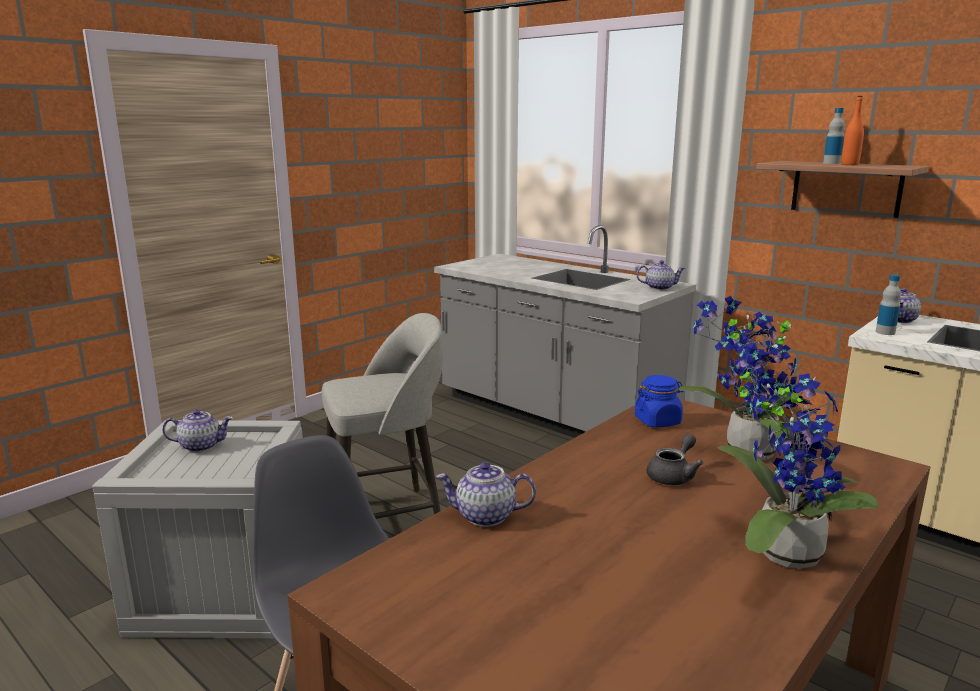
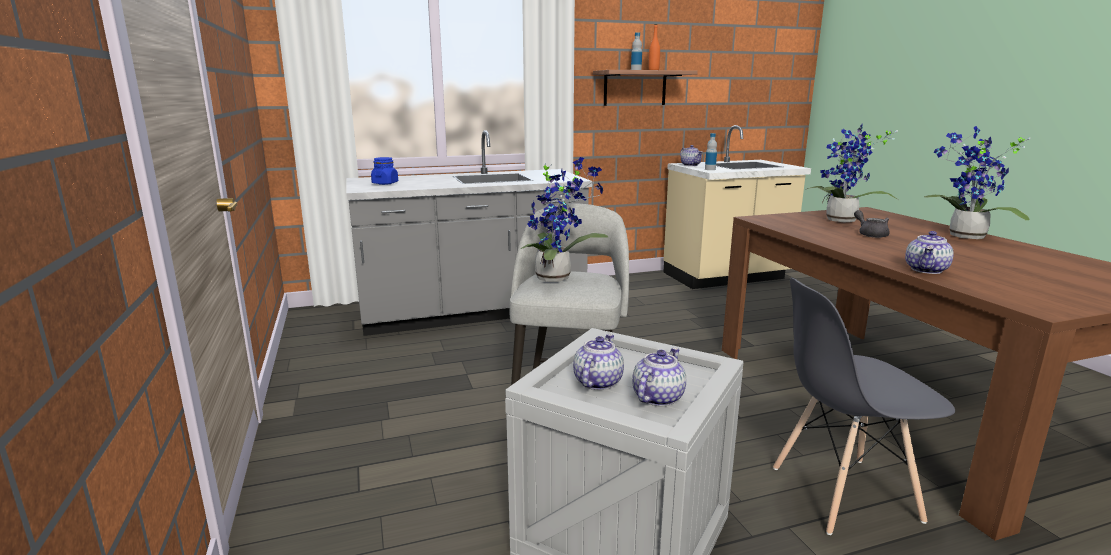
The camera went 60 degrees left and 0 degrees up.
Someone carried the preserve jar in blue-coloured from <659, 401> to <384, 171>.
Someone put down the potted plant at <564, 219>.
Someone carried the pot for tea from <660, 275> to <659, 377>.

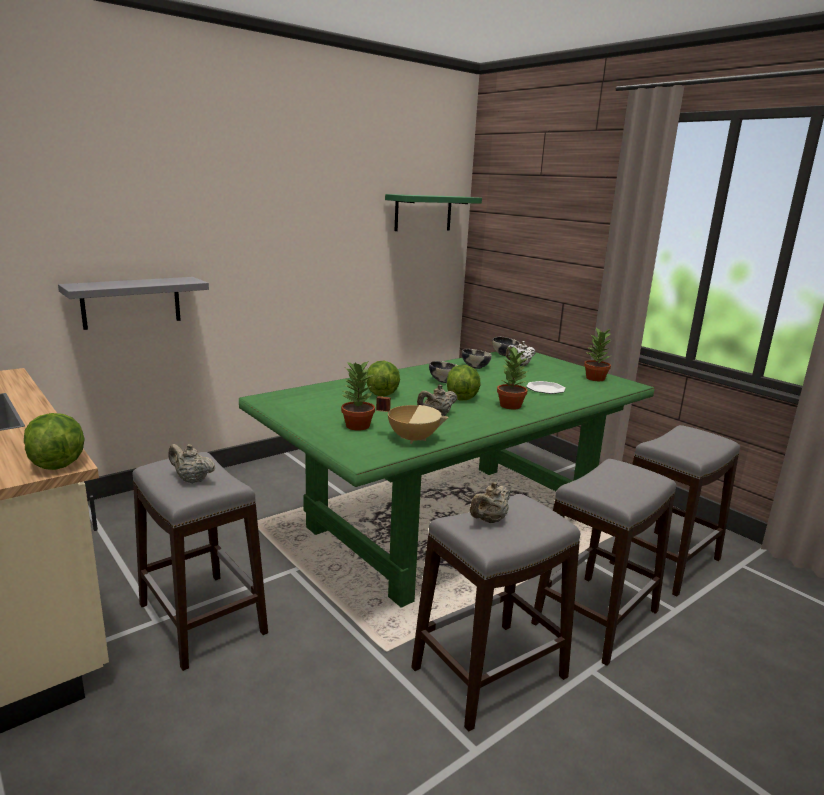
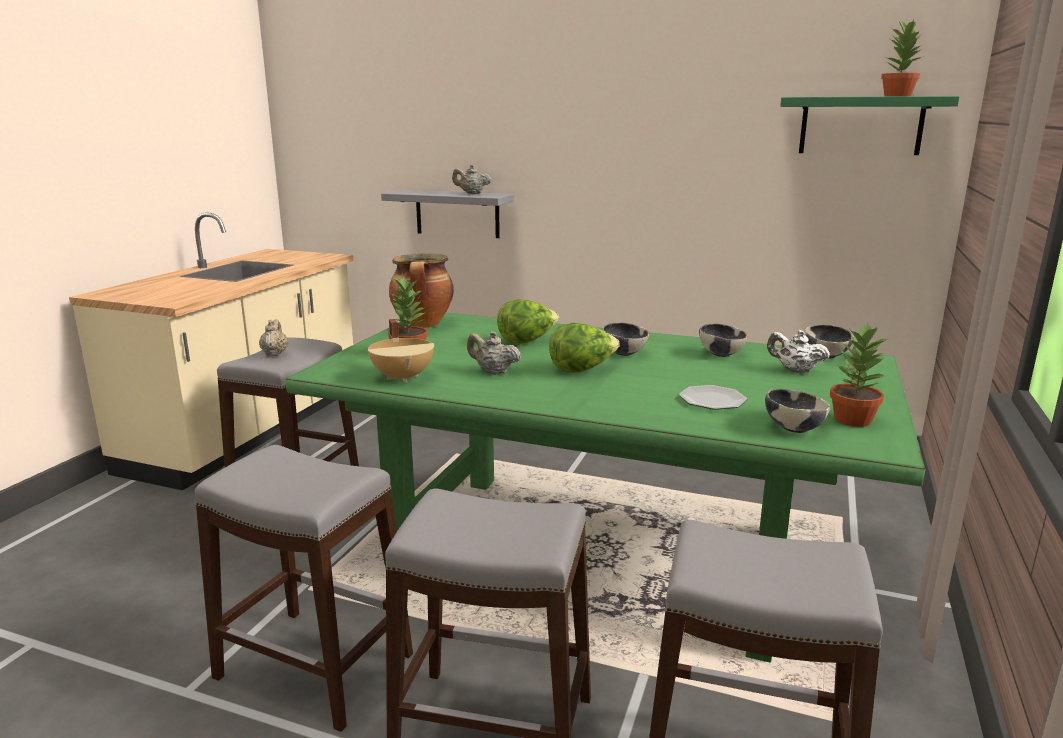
The camera went 60 degrees right and 0 degrees up.
Someone put down the saucepot at <421, 290>.
Someone carried the pot for tea in beige from <490, 502> to <471, 179>.
Someone put down the serving bowl at <797, 411>.
Someone carried the potted plant from <513, 377> to <903, 58>.
Someone took away the lettuce head at <54, 441>.

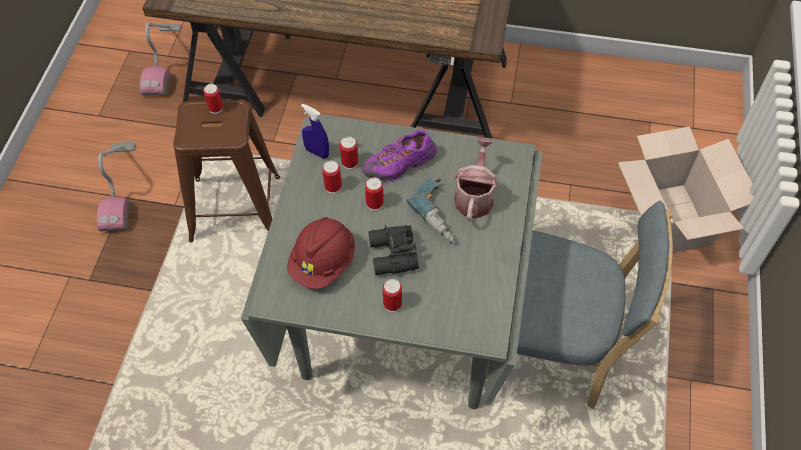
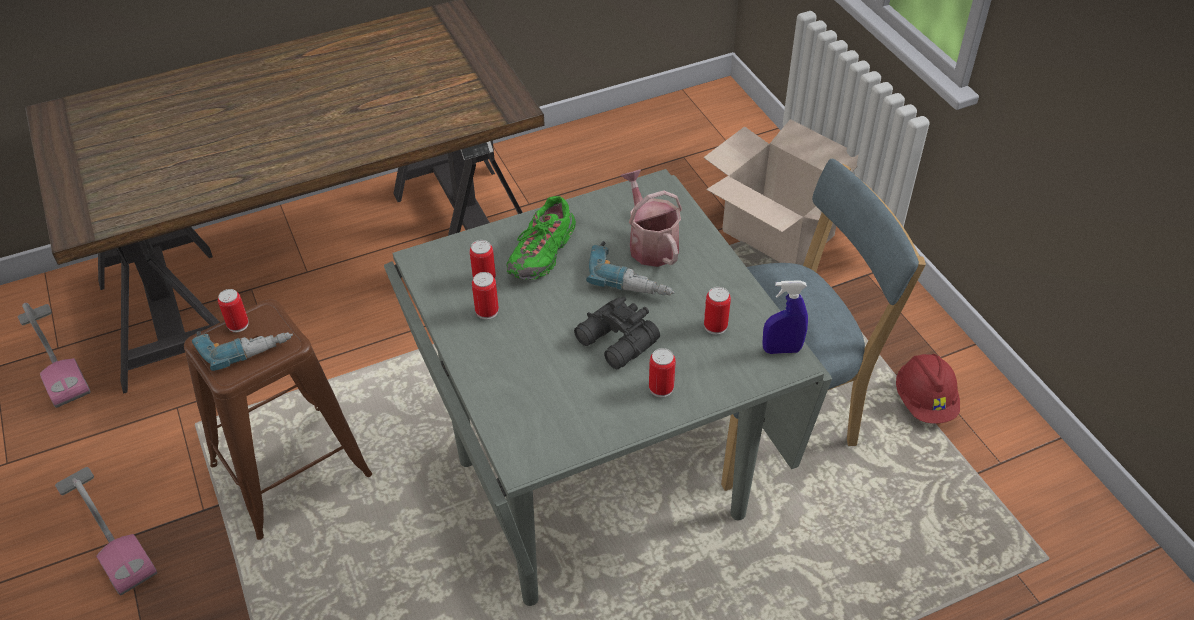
The camera went 35 degrees left and 10 degrees down.
Someone put down the electric drill at <242, 351>.
Someone repainted the low shoe in purple-coloured at <399, 155>, which became the low shoe in green-coloured at <541, 238>.
Someone carried the sealed can from <374, 193> to <717, 311>.
Someone carried the hand sprayer in blue-coloured from <315, 131> to <785, 317>.
Someone carried the work helmet in red from <321, 253> to <928, 389>.

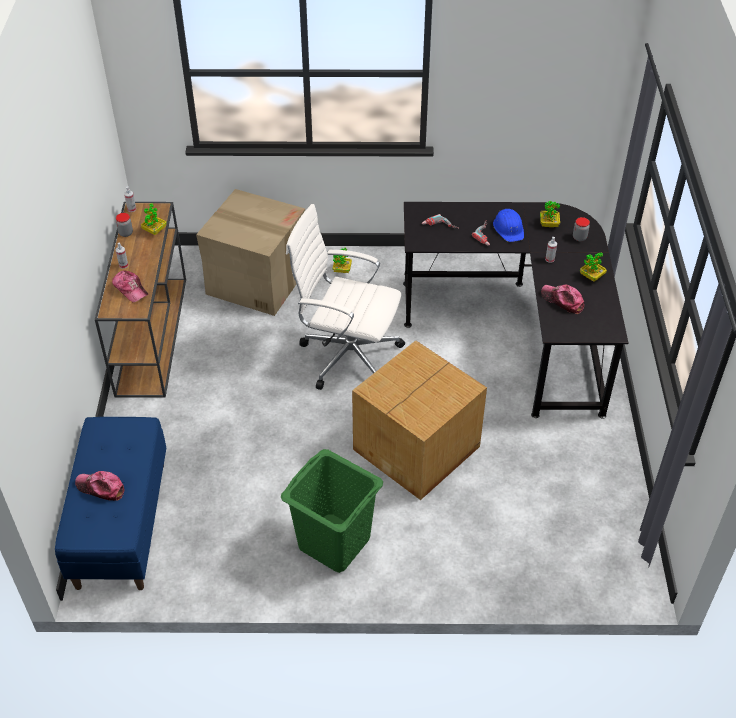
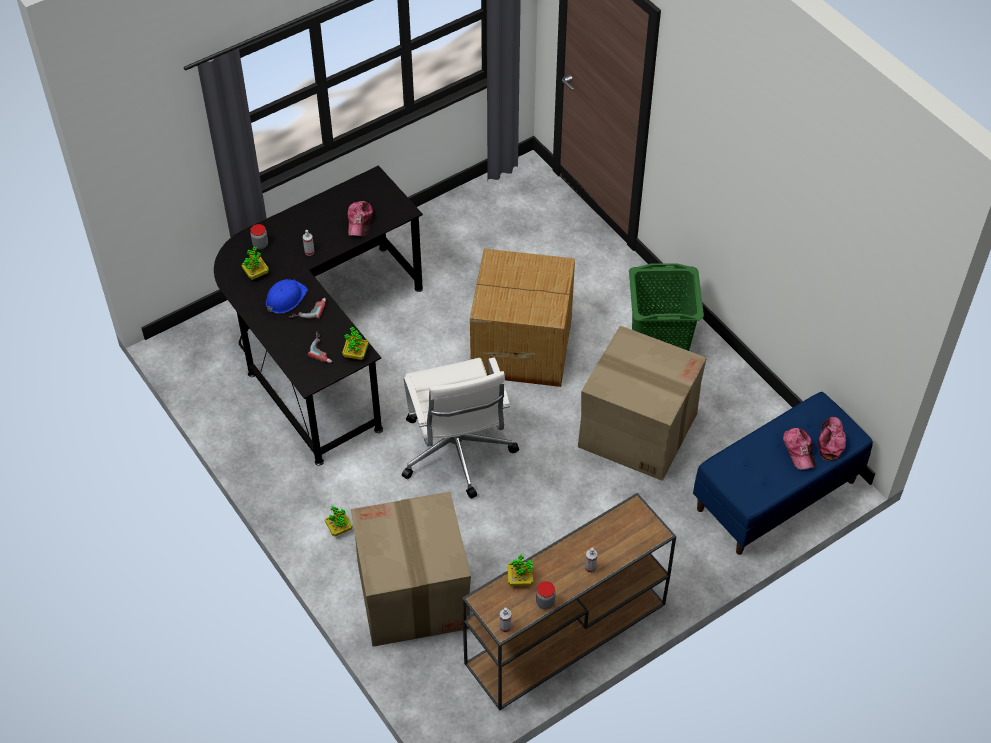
The camera went 125 degrees left and 5 degrees up.
Someone carried the potted plant from <593, 267> to <355, 343>.
Someone put down the packing box at <642, 403>.
Someone carried the baseball cap from <130, 286> to <832, 439>.

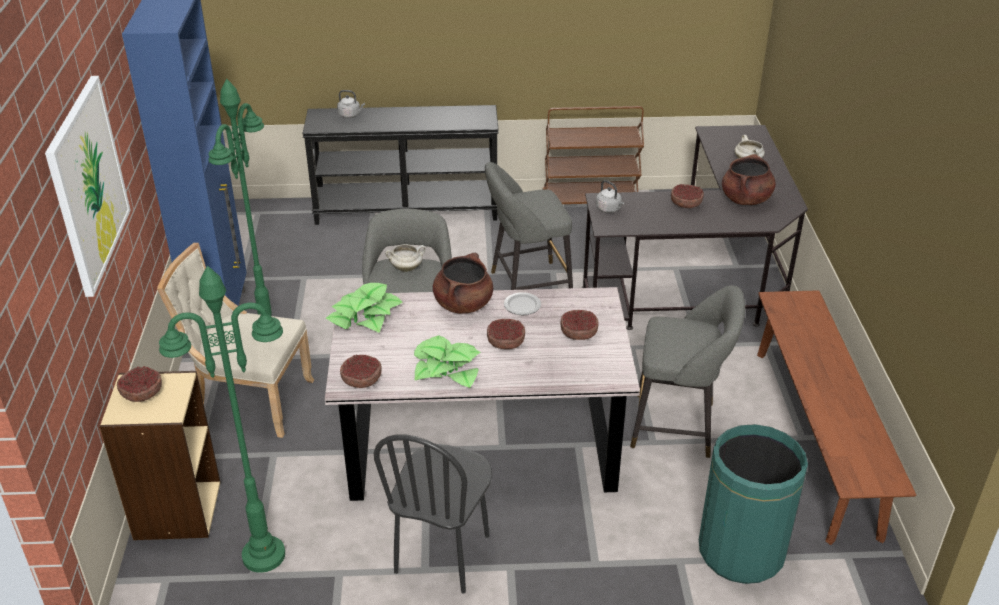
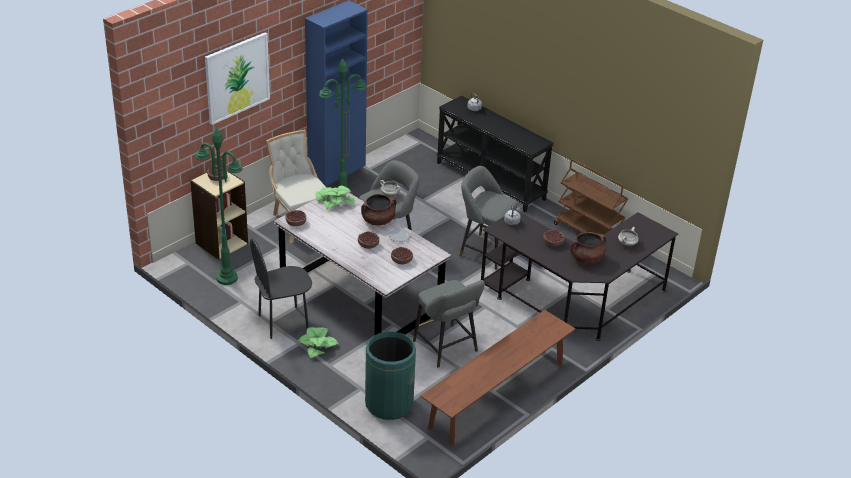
The camera went 45 degrees right and 0 degrees up.
Someone carried the potted plant from <447, 361> to <318, 342>.

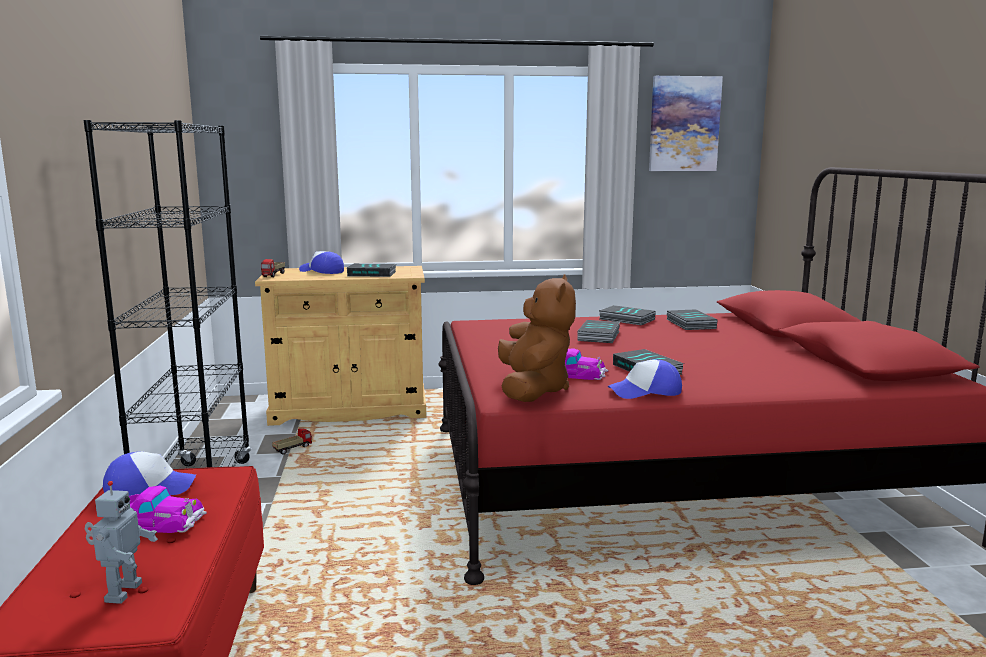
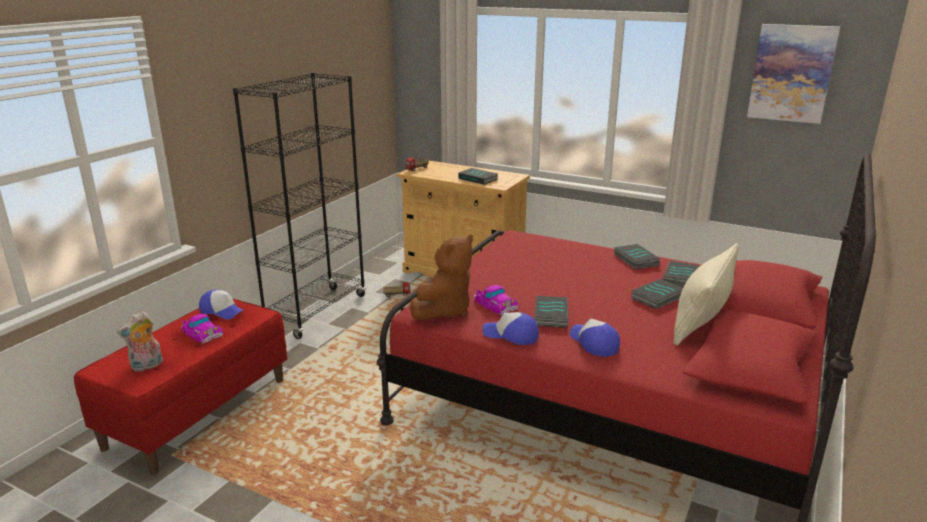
The camera went 35 degrees right and 10 degrees up.
Someone swapped the robot figure at <121, 542> for the cuddly toy at <140, 341>.
Someone carried the baseball cap from <321, 262> to <595, 337>.
Someone carried the bound book from <598, 331> to <657, 294>.
Someone put down the throw pillow in beige at <706, 294>.

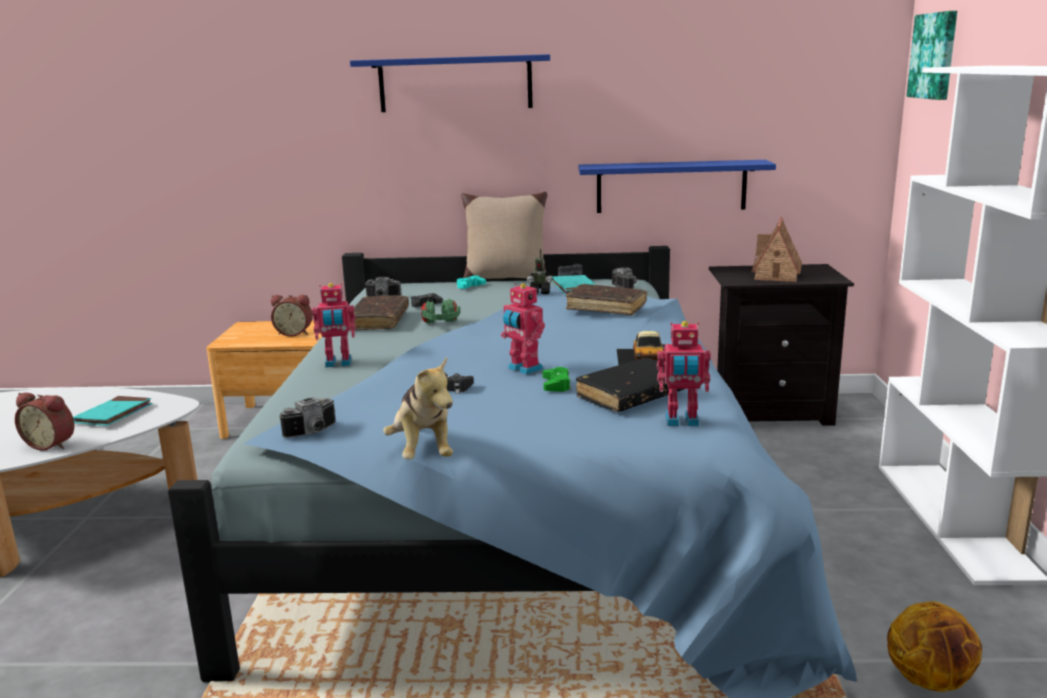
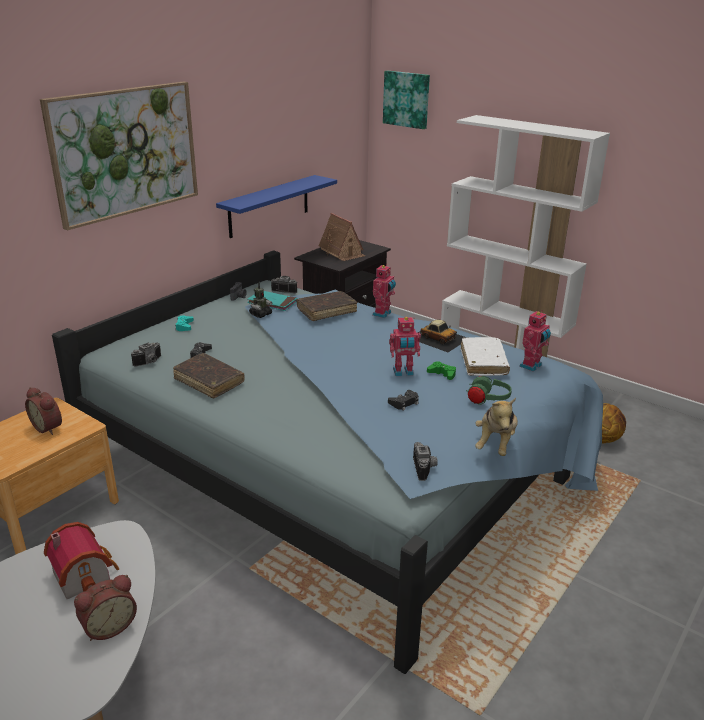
The camera went 55 degrees left and 10 degrees up.
Someone rotated the alarm clock at <292, 315> by 90 degrees clockwise.
Someone swapped the bracket shelf in blue-coloured at <450, 83> for the wall picture at <119, 156>.
Someone swapped the bound book in blue-green at <113, 411> for the toy house at <81, 560>.
Someone carried the robot figure from <334, 325> to <384, 291>.
Someone repainted the bound book in black at <630, 385>, which became the bound book in white-coloured at <485, 356>.
Someone carried the pair of headphones in green-coloured from <440, 311> to <489, 390>.
Someone rotated the cuddly toy at <418, 408> by 90 degrees clockwise.
Someone took away the throw pillow in beige at <504, 237>.

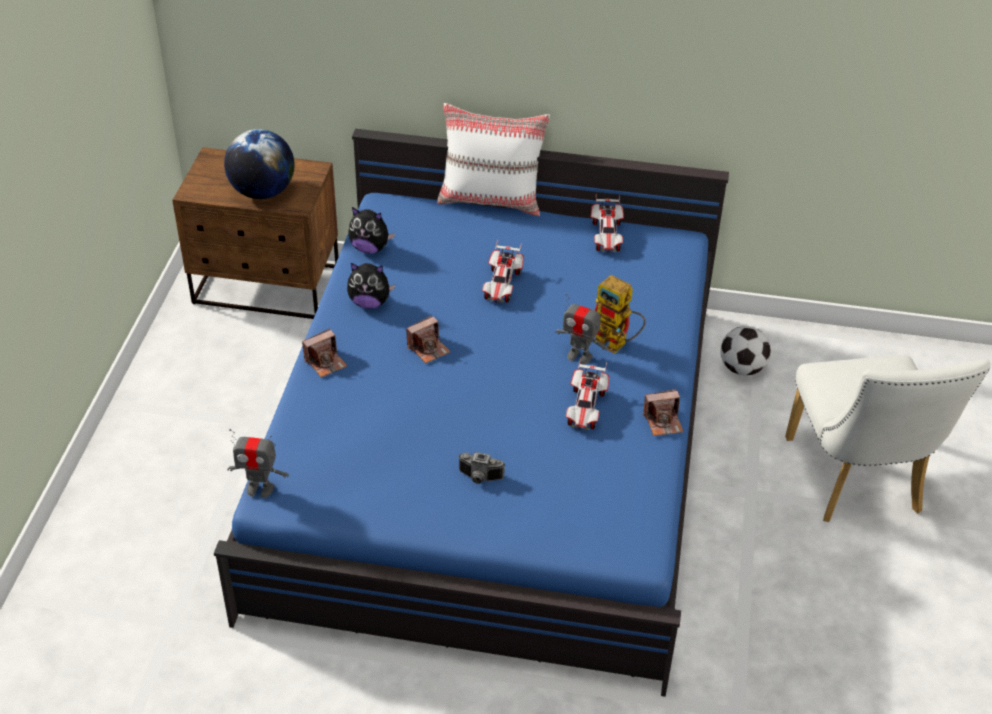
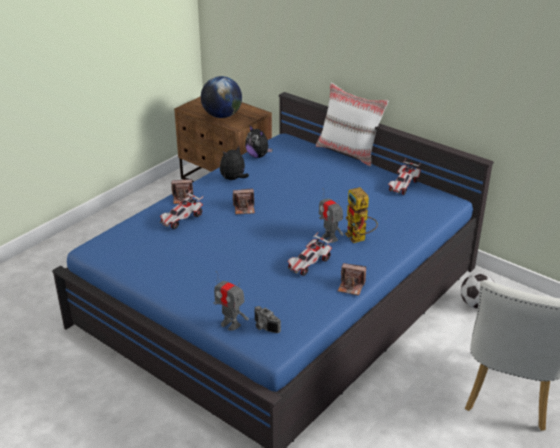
The camera went 30 degrees right and 10 degrees down.
Someone carried the model car from <503, 271> to <181, 209>.
Someone carried the robot figure from <258, 463> to <231, 301>.
Someone rotated the cuddly toy at <371, 286> by 105 degrees clockwise.
Someone carried the photo camera from <481, 468> to <268, 319>.

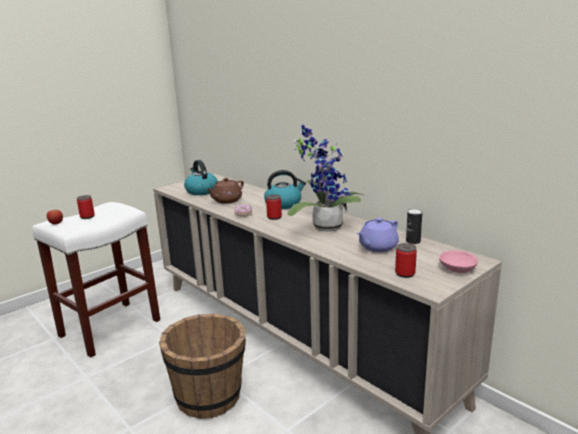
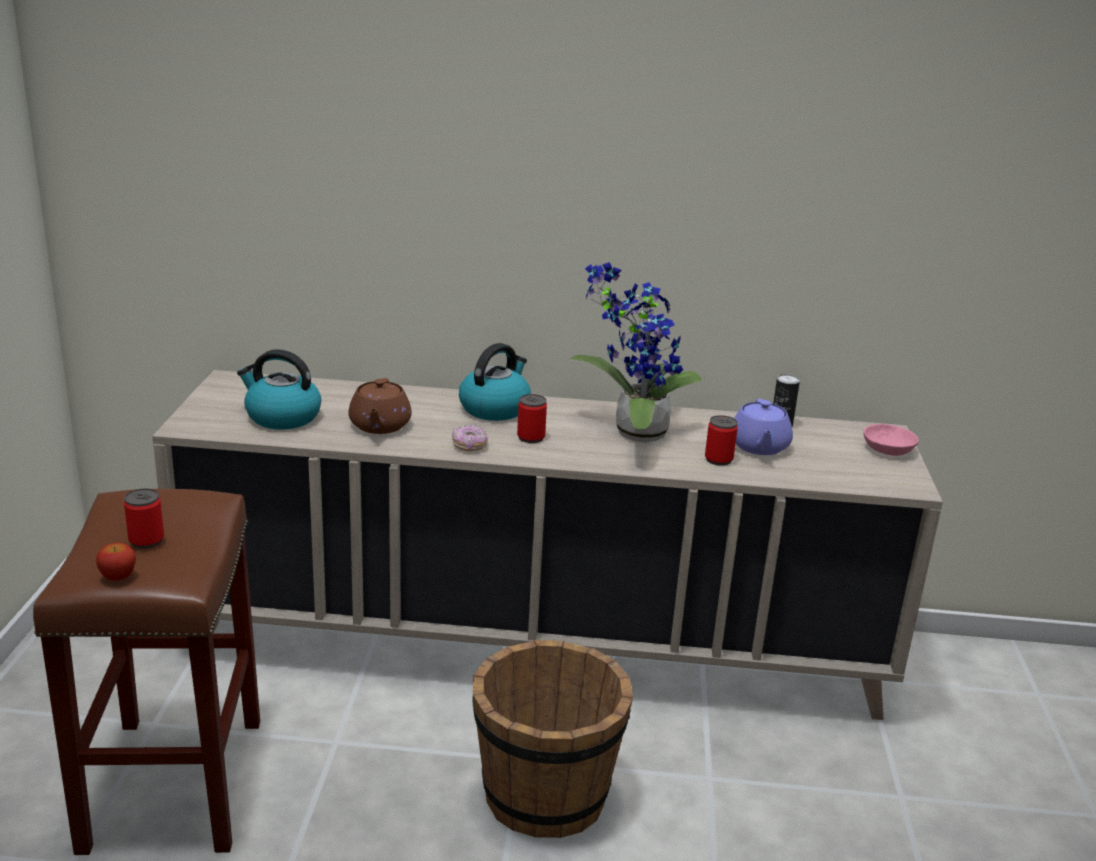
The camera went 45 degrees left and 5 degrees up.
Someone repainted the stool seat in white-coloured at <96, 280>, which became the stool seat in brown at <146, 672>.
Someone carried the sealed can from <406, 260> to <721, 440>.

